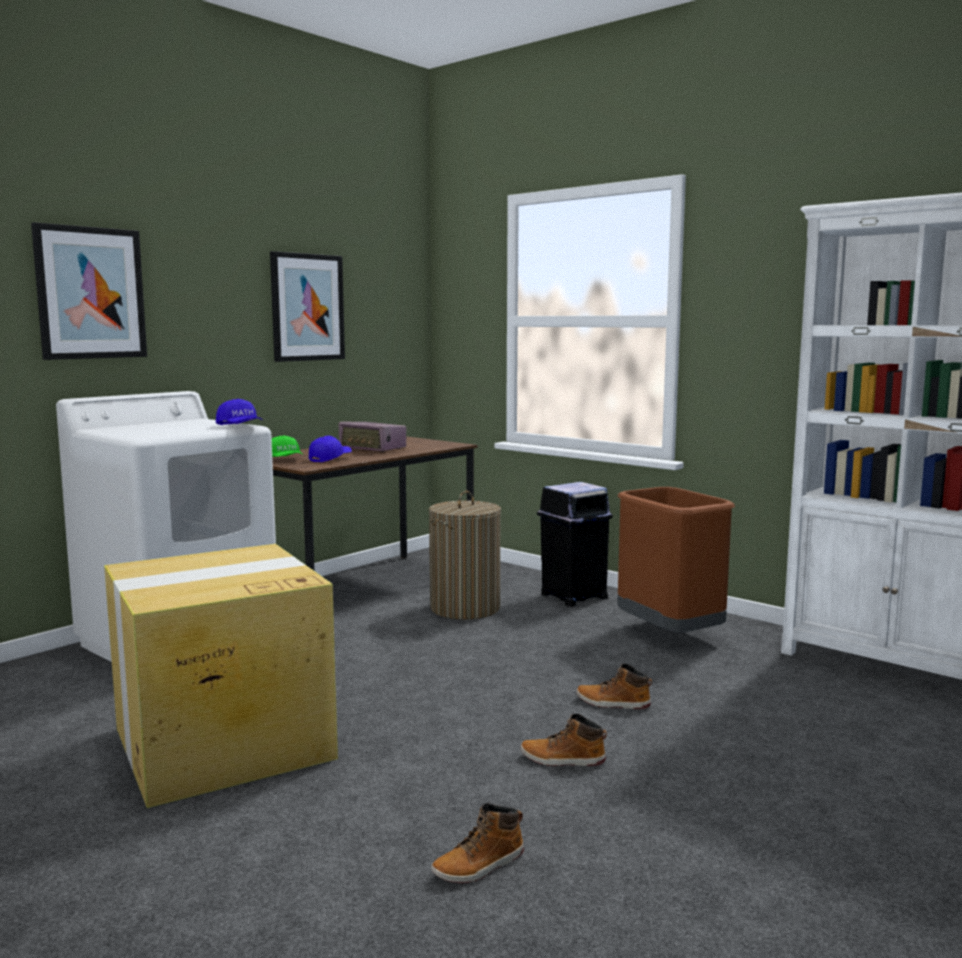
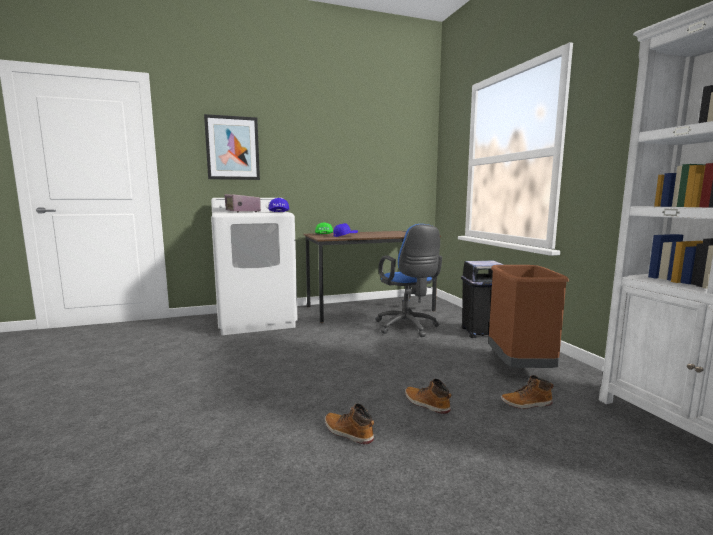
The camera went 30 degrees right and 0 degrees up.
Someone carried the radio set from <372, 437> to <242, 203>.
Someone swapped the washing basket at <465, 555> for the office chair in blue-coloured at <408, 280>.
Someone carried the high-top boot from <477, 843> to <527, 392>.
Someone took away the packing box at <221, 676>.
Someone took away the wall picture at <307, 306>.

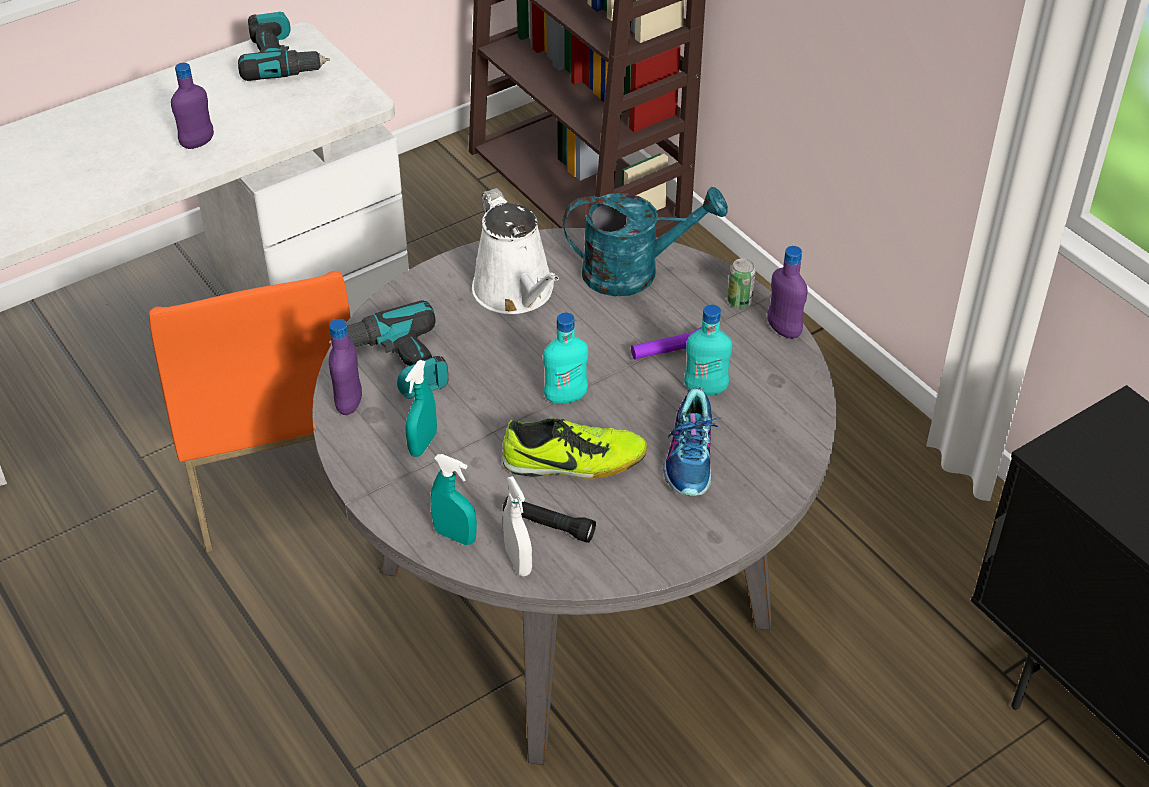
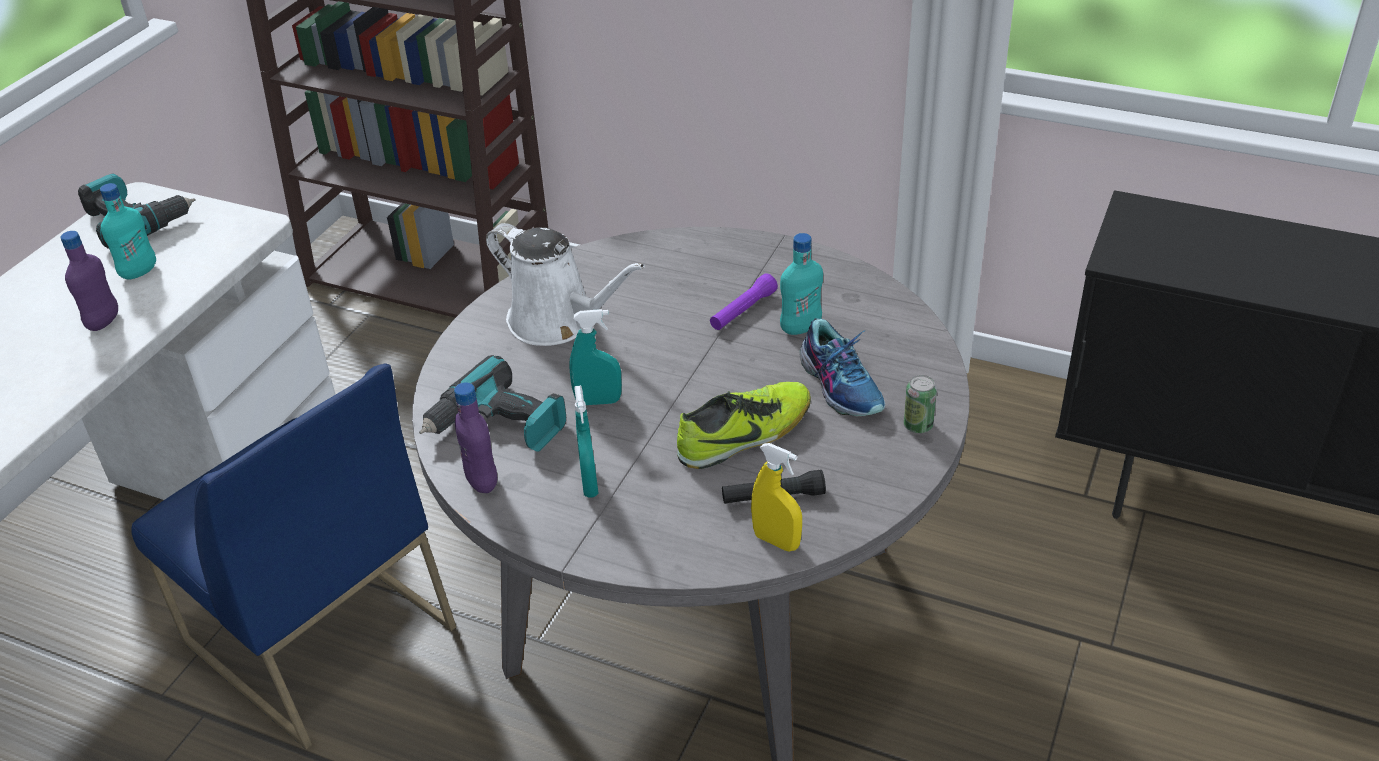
The camera went 30 degrees left and 5 degrees down.
Someone carried the beverage bottle in blue-green from <565, 358> to <128, 231>.
Someone repainted the upright chair in orange at <250, 412>, which became the upright chair in blue-coloured at <293, 556>.
Someone carried the hand sprayer in blue-green from <453, 499> to <595, 357>.
Someone repainted the hand sprayer in white-coloured at <517, 526>, which became the hand sprayer in yellow at <776, 497>.
Someone carried the sealed can from <741, 283> to <920, 404>.
Someone took away the watering pot in blue-green at <645, 241>.
Someone took away the beverage bottle in purple-coloured at <787, 292>.

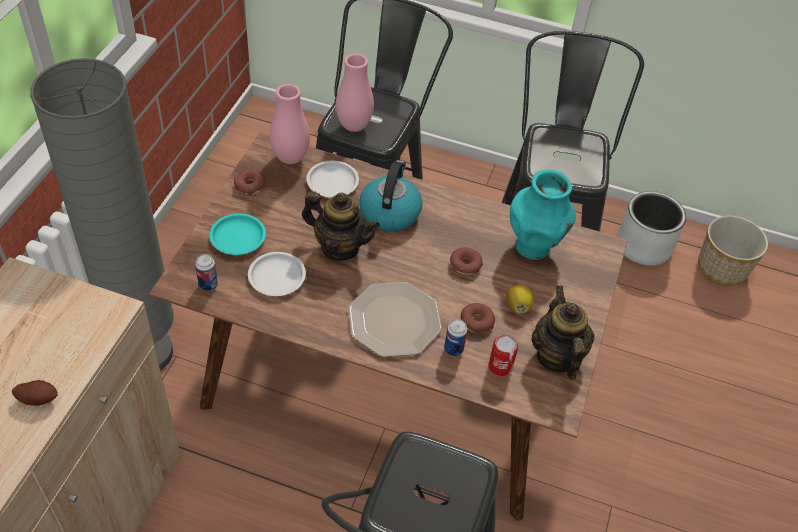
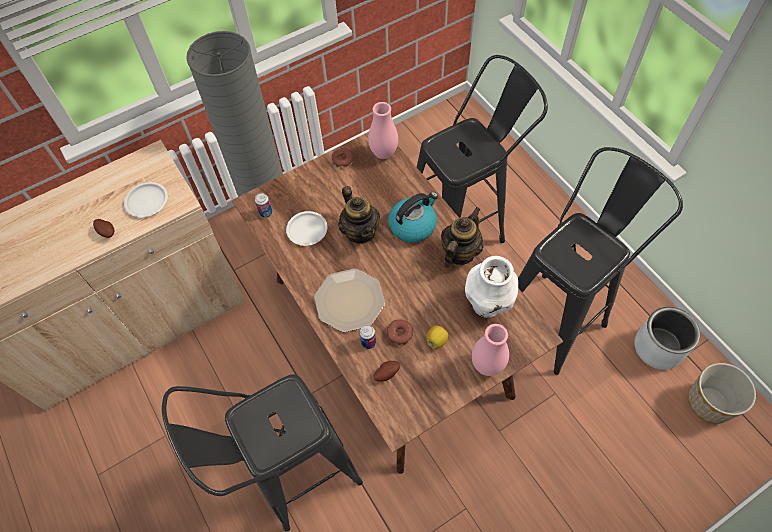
The camera went 45 degrees right and 10 degrees up.
Someone carried the flat dish in white-coloured from <332, 179> to <146, 199>.
Someone swapped the sealed can at <503, 355> for the potato at <387, 371>.
Someone carried the pot for tea from <562, 333> to <462, 237>.
Someone repainted the vase in blue-green at <543, 215>, which became the vase in white-coloured at <491, 286>.
Someone carried the vase in pinkish from <355, 93> to <490, 350>.
Someone took away the flat dish in blue-green at <237, 234>.
Someone took away the donut at <466, 261>.

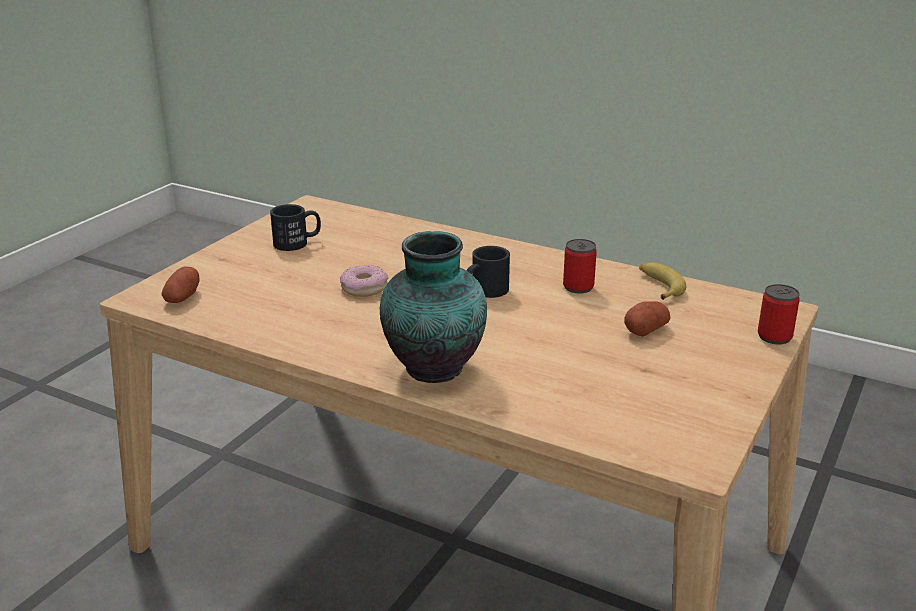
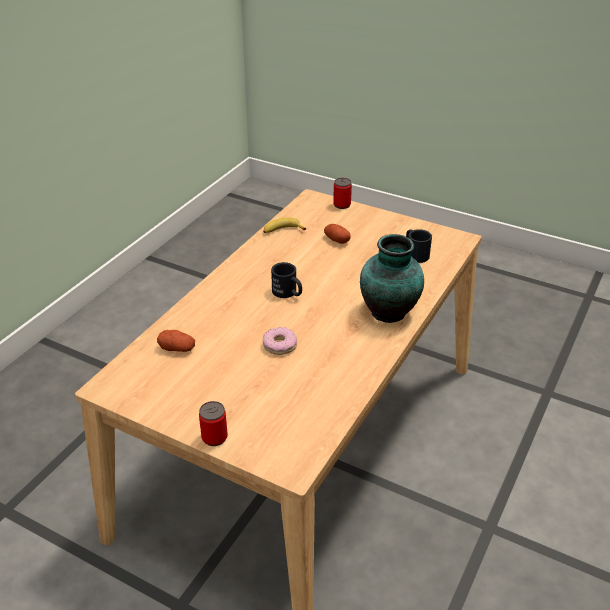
The camera went 90 degrees left and 10 degrees up.
Someone carried the potato from <180, 284> to <176, 341>.
Someone carried the sealed can from <580, 266> to <213, 423>.
Someone carried the tea mug in black from <295, 227> to <419, 246>.

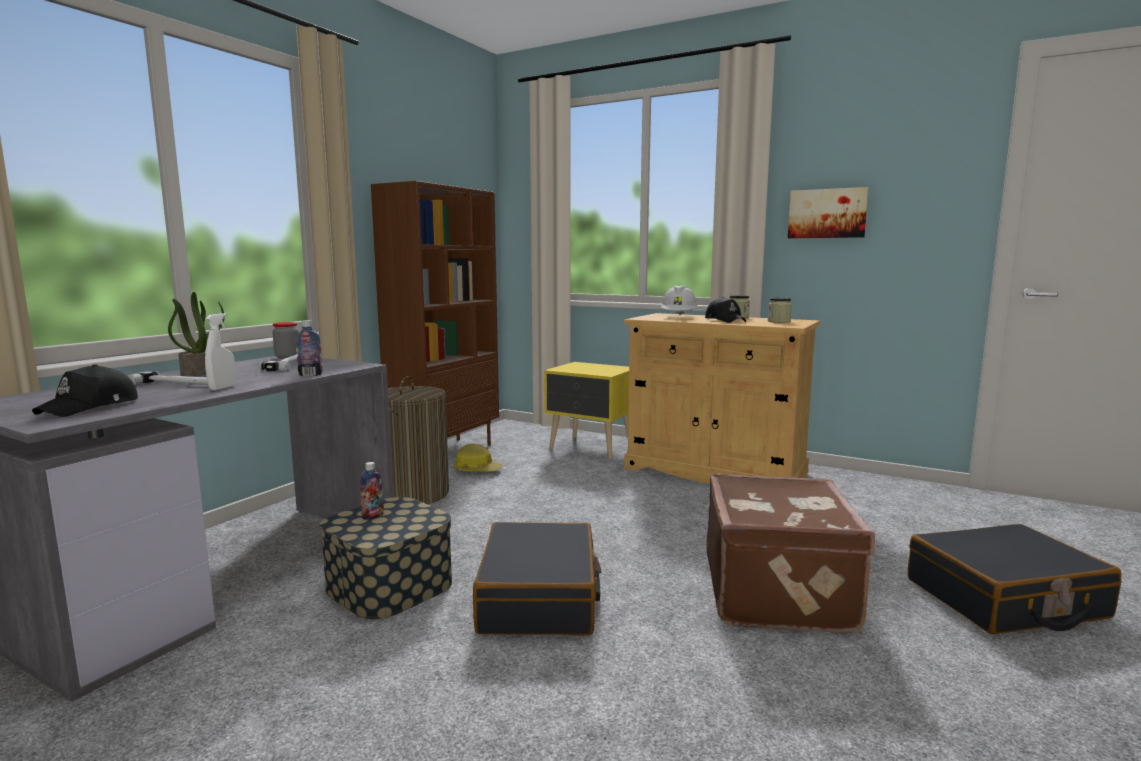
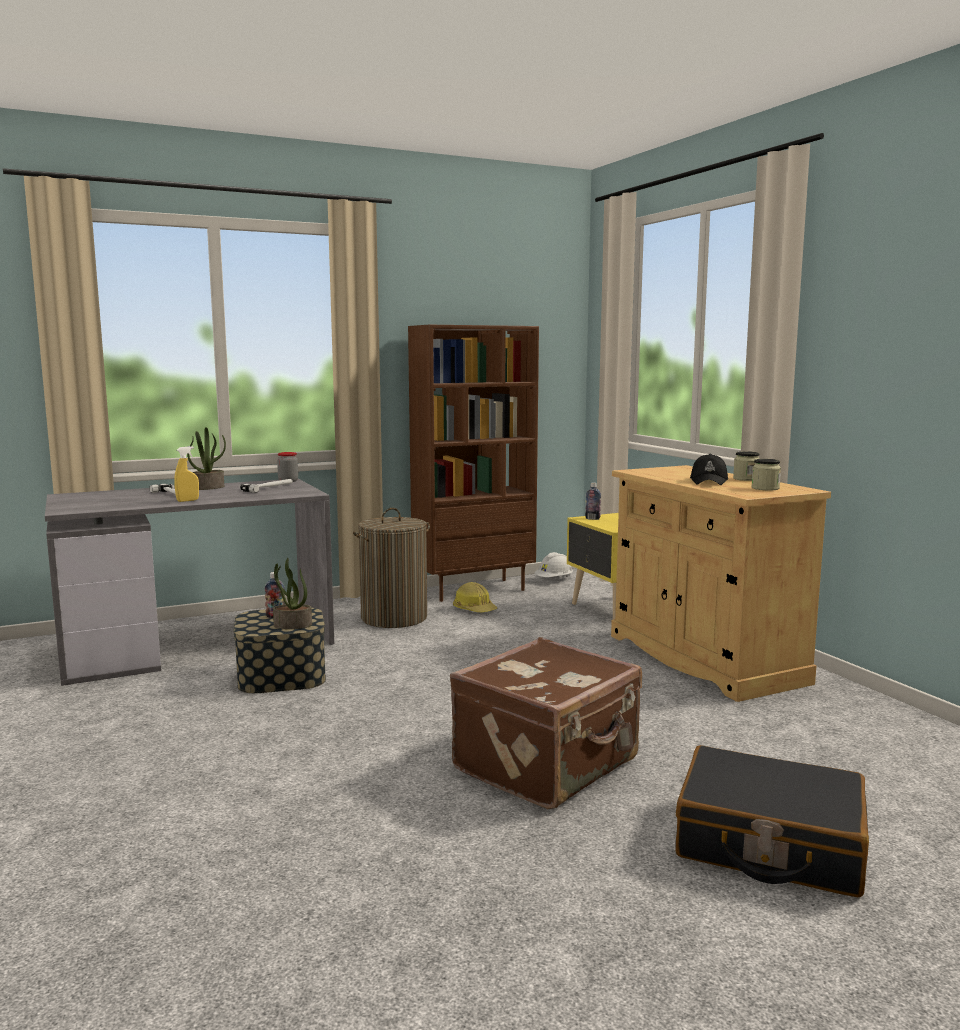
The camera went 35 degrees right and 0 degrees up.
Someone repainted the hand sprayer in white-coloured at <220, 351>, which became the hand sprayer in yellow at <186, 474>.
Someone put down the potted plant at <292, 593>.
Someone carried the work helmet in white-coloured from <679, 300> to <554, 564>.
Someone carried the beverage bottle from <309, 348> to <593, 501>.
Someone took away the baseball cap in black at <85, 390>.
Someone took away the suitcase in black at <537, 578>.
Someone took away the wall picture at <828, 212>.

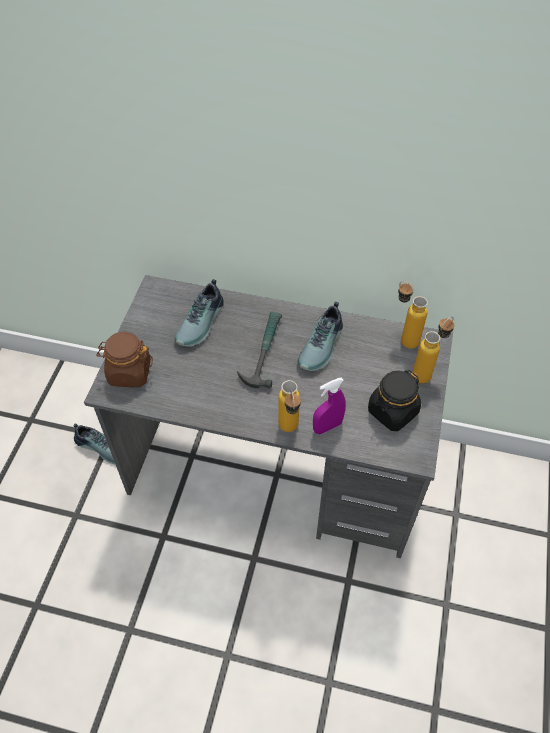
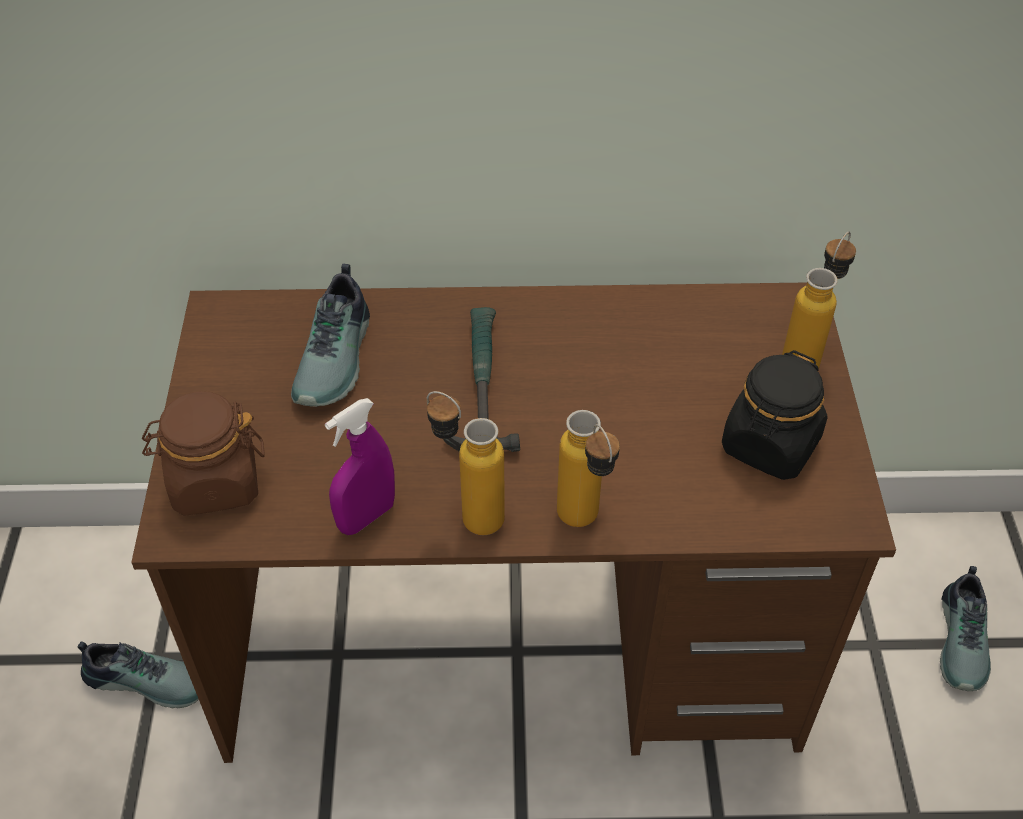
The camera went 15 degrees left and 5 degrees down.
Someone repainted the desk in gray at <268, 416>, which became the desk in brown at <513, 523>.
Someone carried the hand sprayer in purple-coloured from <329, 405> to <360, 466>.
Someone carried the beverage bottle from <413, 315> to <466, 463>.
Someone carried the low shoe from <320, 336> to <965, 628>.

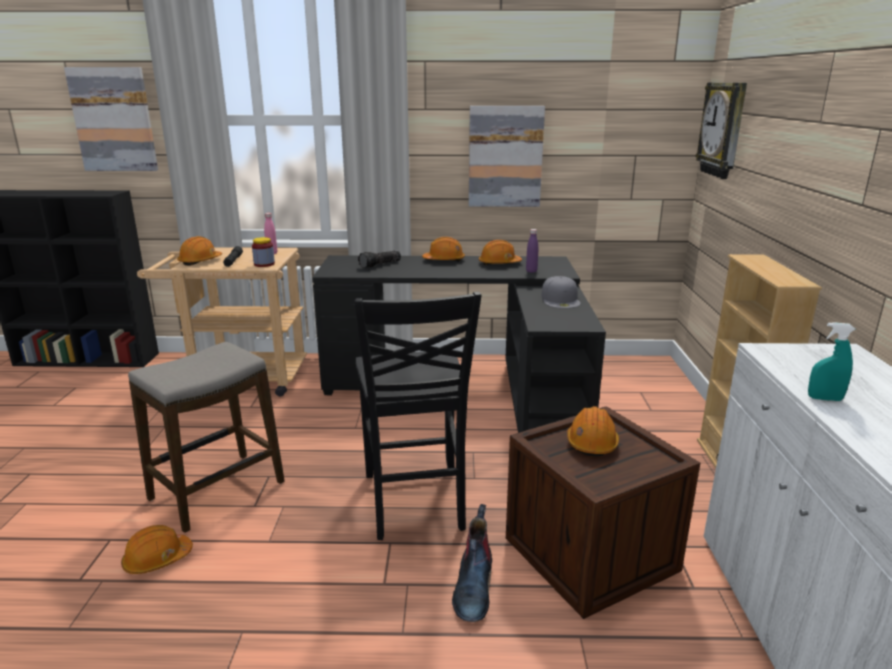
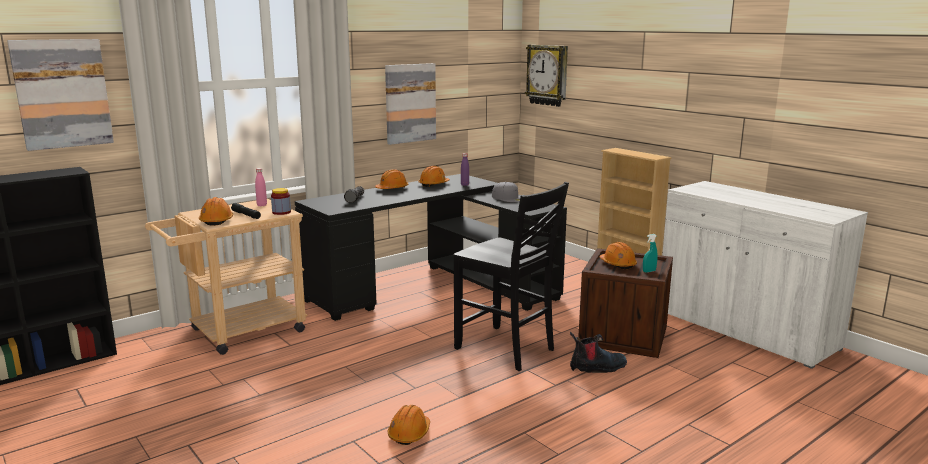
The camera went 40 degrees left and 5 degrees down.
Someone rotated the high-top boot at <472, 563> by 75 degrees counterclockwise.
Someone carried the hand sprayer in blue-green from <831, 361> to <650, 253>.
Someone took away the stool seat at <206, 437>.

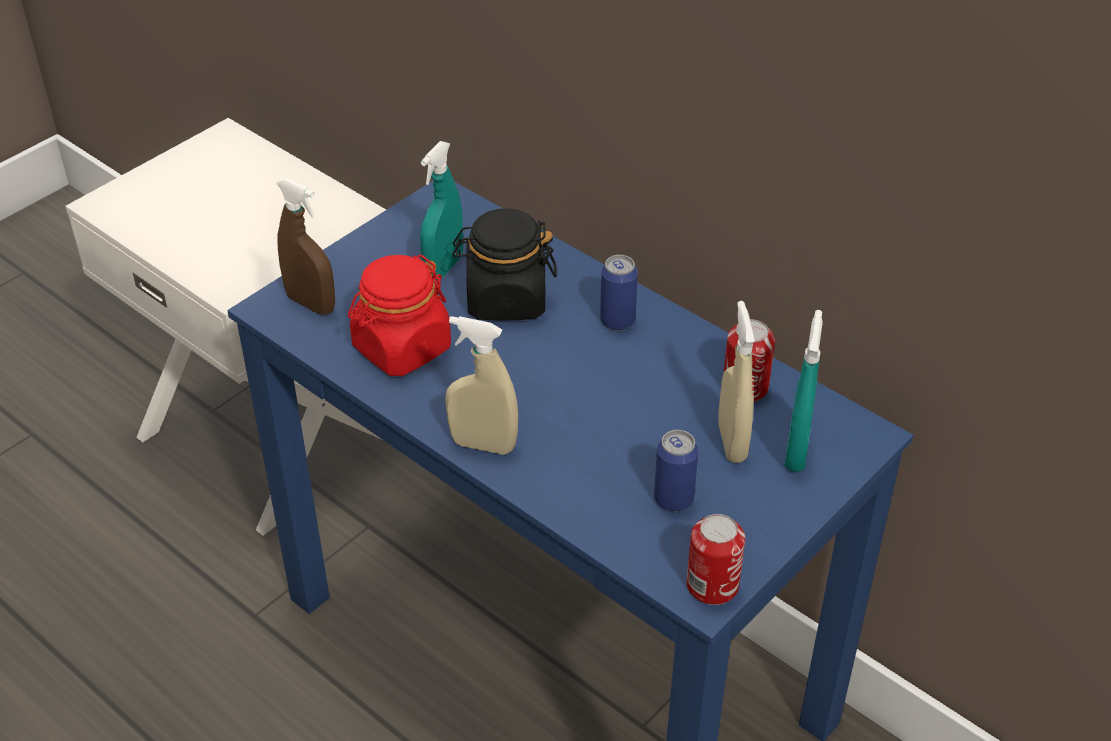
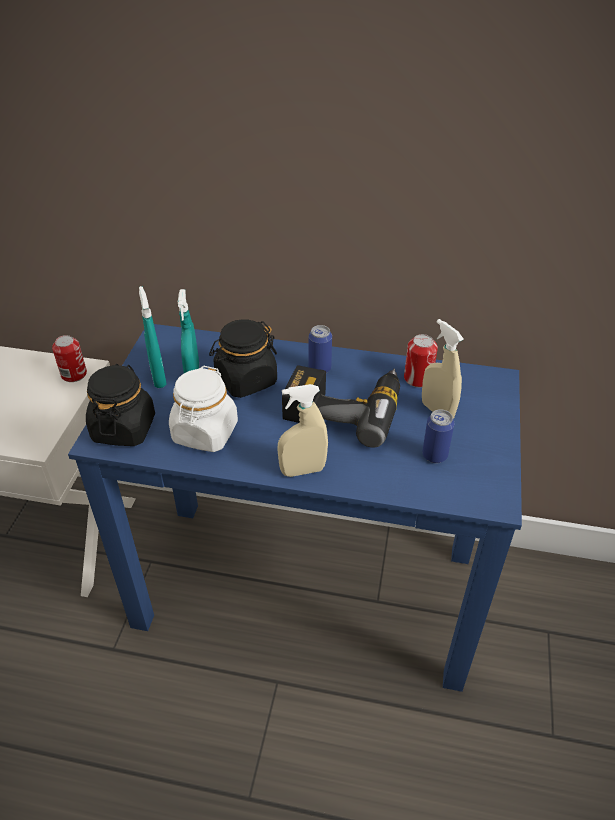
The camera went 30 degrees left and 0 degrees up.
Someone carried the sealed can from <715, 559> to <69, 358>.
Someone swapped the hand sprayer in brown at <305, 246> for the preserve jar in black at <120, 405>.
Someone carried the hand sprayer in blue-green from <803, 391> to <153, 337>.
Someone repainted the preserve jar in red at <399, 315>, which became the preserve jar in white-coloured at <203, 409>.
Someone put down the electric drill at <341, 406>.

